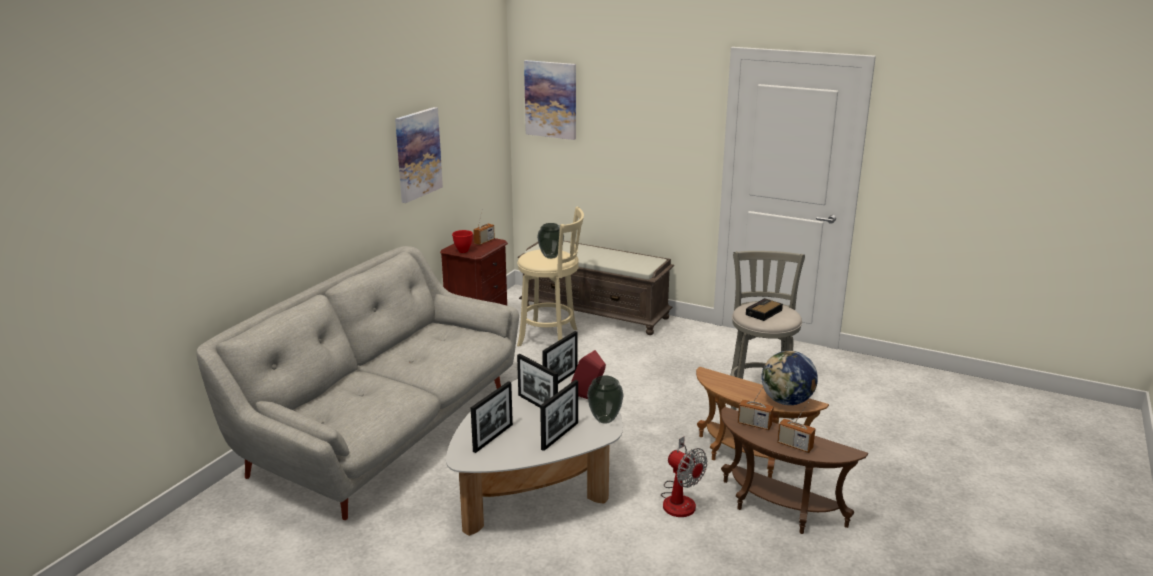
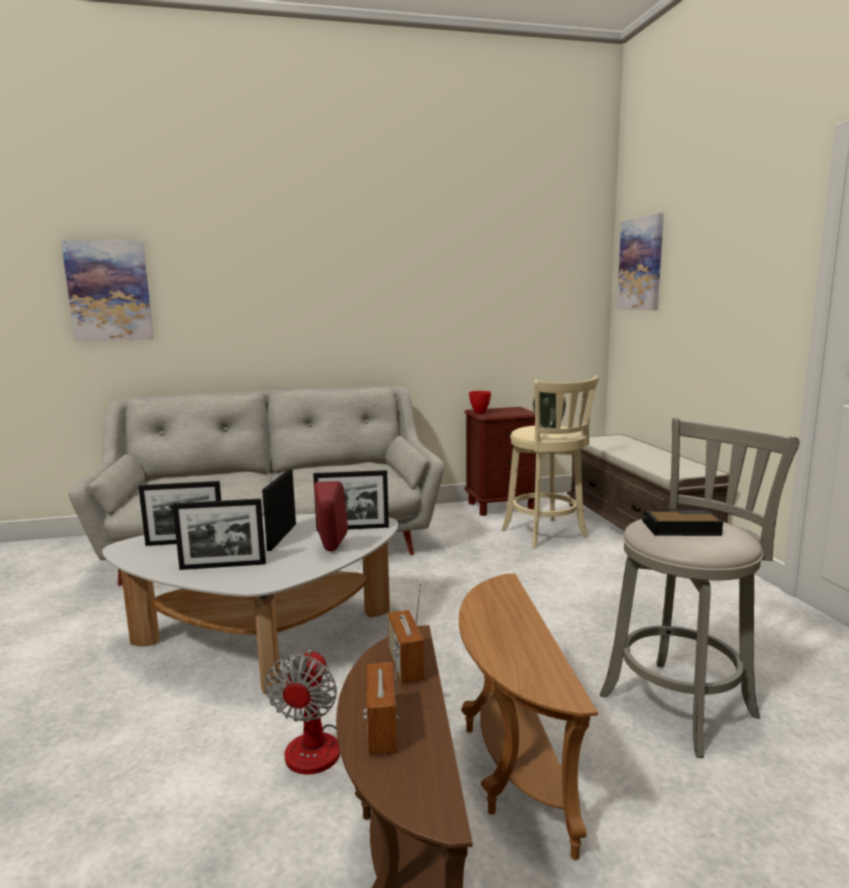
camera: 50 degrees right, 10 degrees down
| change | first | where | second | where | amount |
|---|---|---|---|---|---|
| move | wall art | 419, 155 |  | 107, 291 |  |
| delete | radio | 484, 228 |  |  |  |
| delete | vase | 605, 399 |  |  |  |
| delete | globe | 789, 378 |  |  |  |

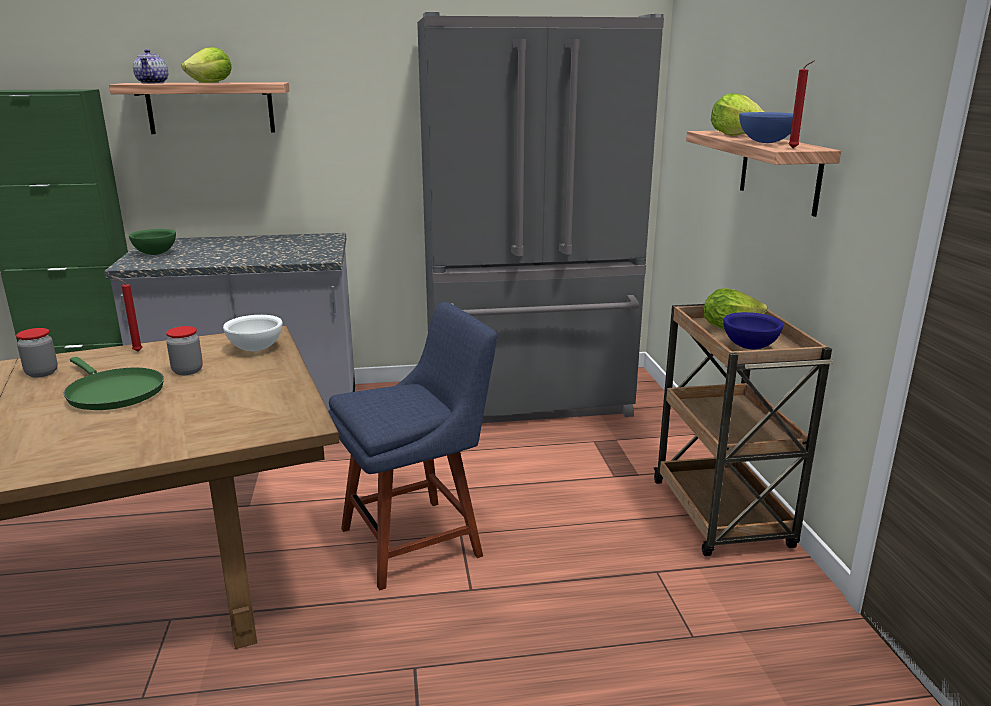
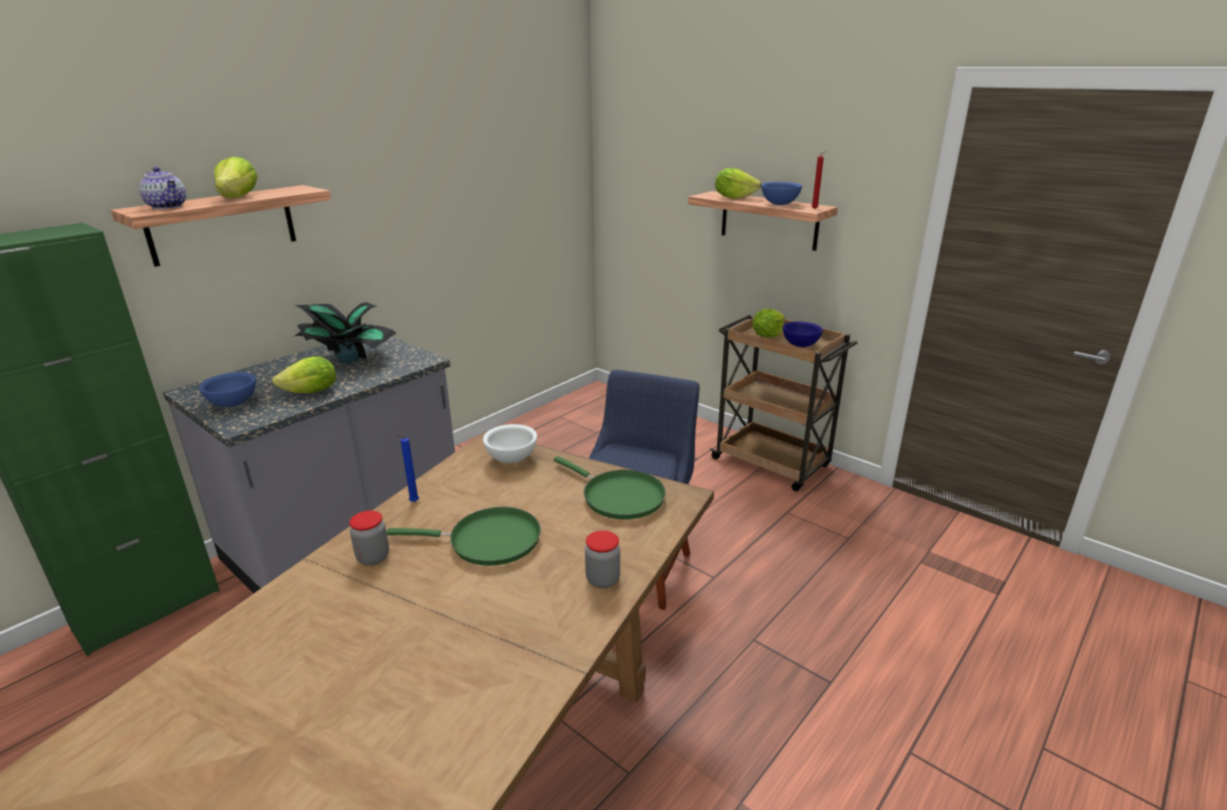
camera: 40 degrees left, 5 degrees up
| change | first | where | second | where | amount |
|---|---|---|---|---|---|
| recolor | red candle | 129, 314 | blue candle | 407, 468 |  |
| recolor | green deep dish | 152, 242 | blue deep dish | 227, 389 |  |
| move | jar | 184, 350 |  | 602, 559 |  |
| delete | grey fridge | 540, 217 |  |  |  |
| insert |  |  | lettuce | 304, 374 |  |
| insert |  |  | plant in a pot | 344, 332 |  |
| insert |  |  | green skillet | 610, 488 |  |

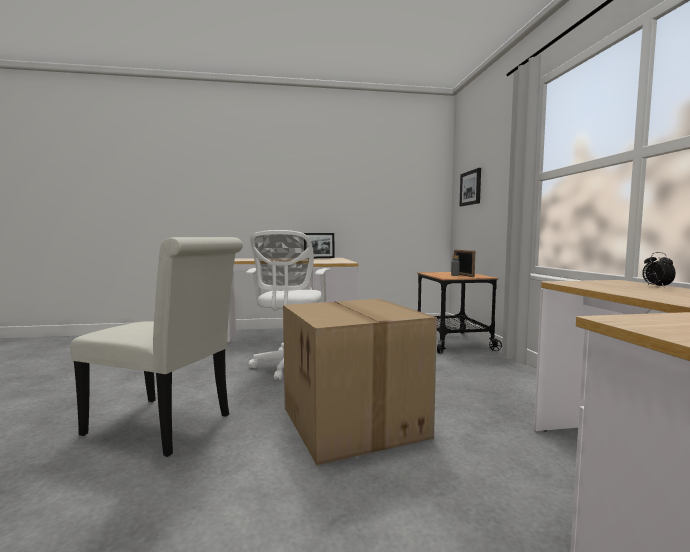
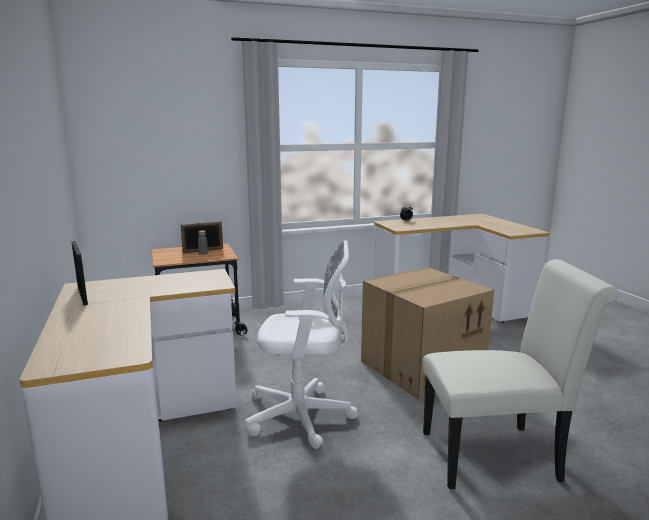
camera: 100 degrees left, 10 degrees up
| change | first | where | second | where | amount |
|---|---|---|---|---|---|
| rotate | whitish chair | 156, 347 |  | 521, 374 | 75 degrees clockwise |
| delete | wall art | 470, 187 |  |  |  |

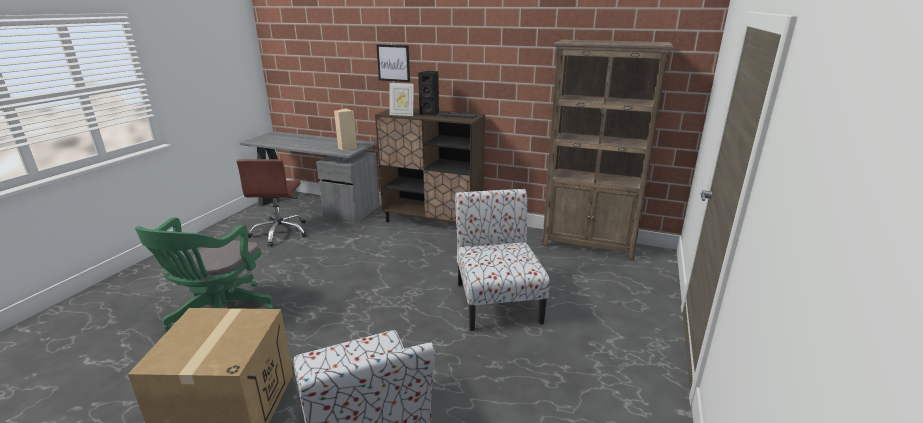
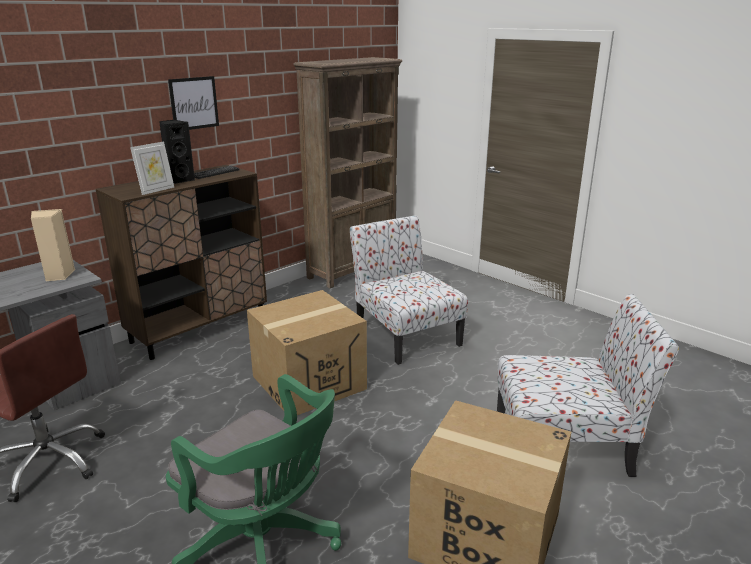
camera: 65 degrees left, 0 degrees up
| change | first | where | second | where | amount |
|---|---|---|---|---|---|
| move | wall art | 393, 63 |  | 193, 103 |  |
| rotate | chair | 502, 260 |  | 409, 290 | 45 degrees clockwise |
| insert |  |  | carton | 307, 352 |  |

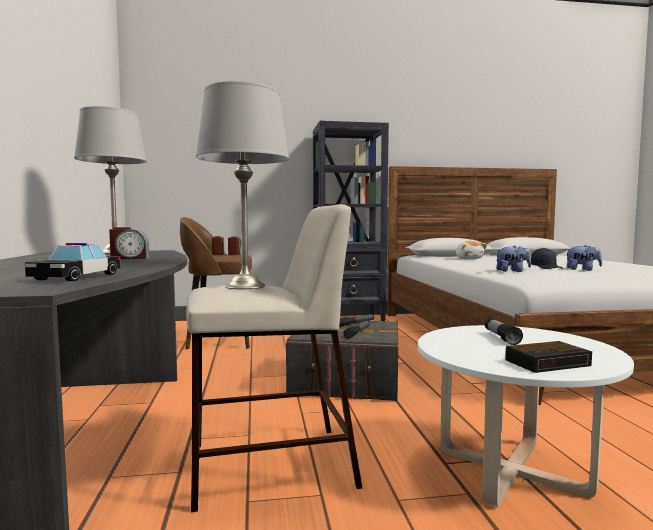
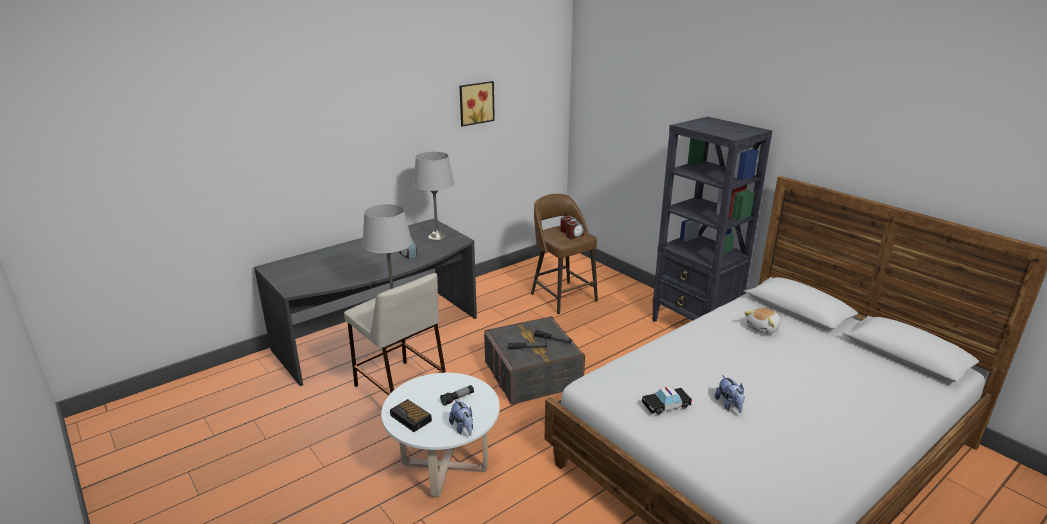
camera: 60 degrees right, 20 degrees up
| change | first | where | second | where | amount |
|---|---|---|---|---|---|
| move | model car | 73, 262 |  | 667, 401 |  |
| move | cuddly toy | 513, 259 |  | 461, 418 |  |
| delete | black cap | 547, 258 |  |  |  |
| insert |  |  | wall art | 477, 104 |  |

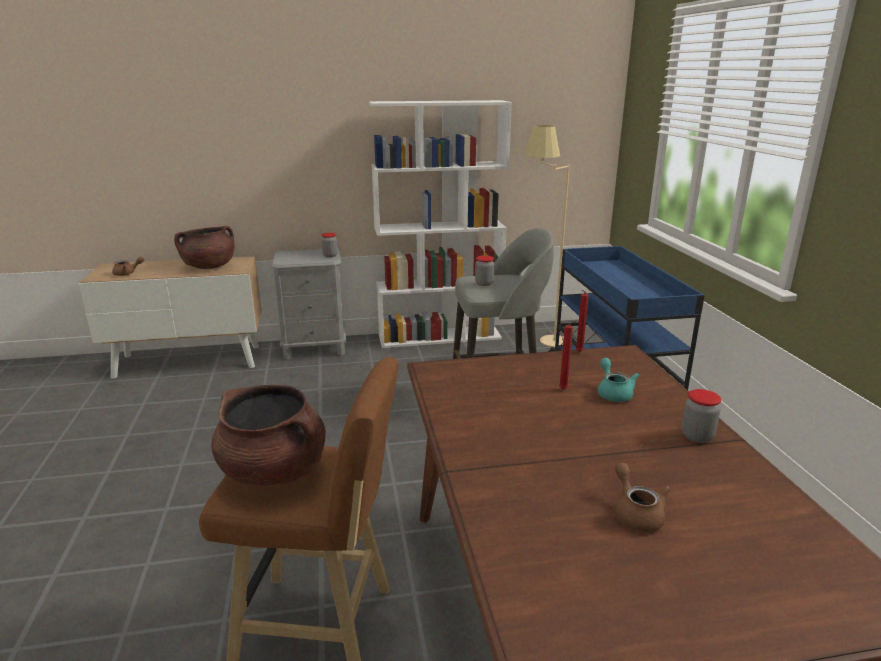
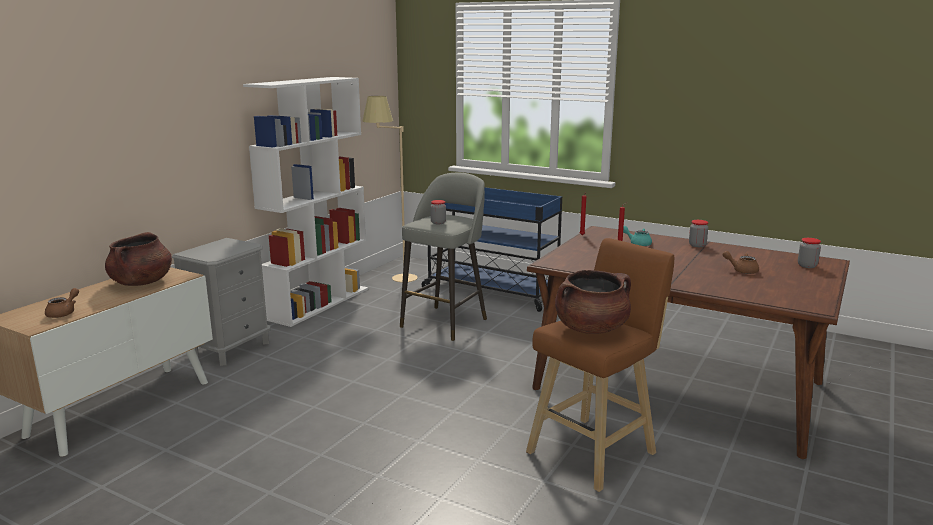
camera: 50 degrees left, 5 degrees down
| change | first | where | second | where | amount |
|---|---|---|---|---|---|
| move | jar | 329, 245 |  | 809, 253 |  |

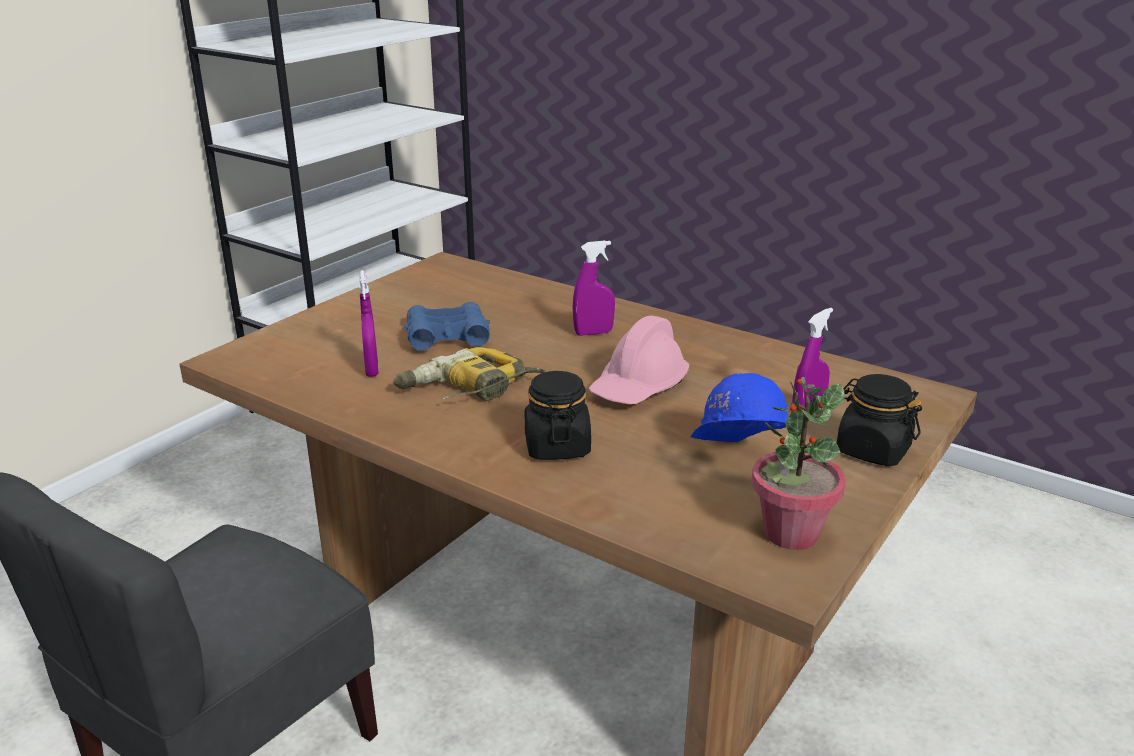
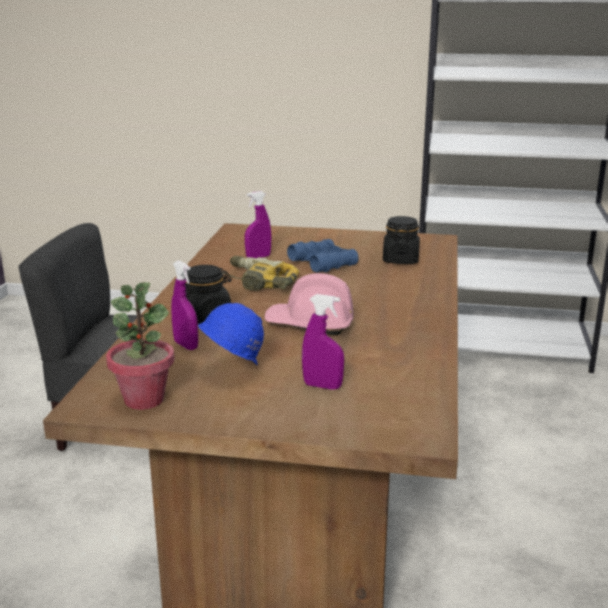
camera: 65 degrees right, 5 degrees down
| change | first | where | second | where | amount |
|---|---|---|---|---|---|
| move | purple sprayer | 593, 288 |  | 184, 305 |  |
| move | black jar | 879, 420 |  | 401, 240 |  |

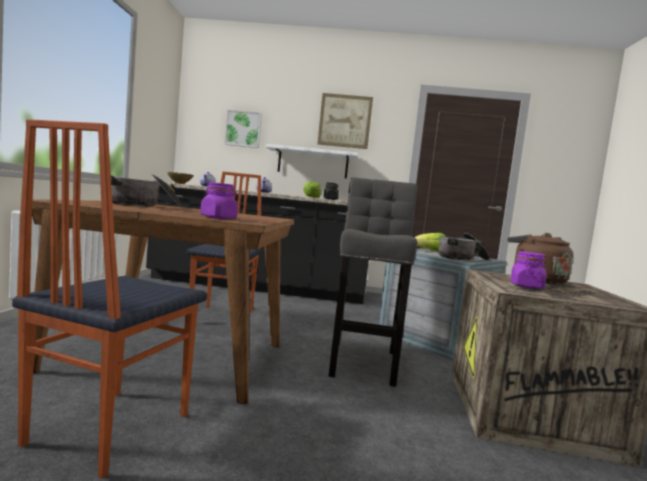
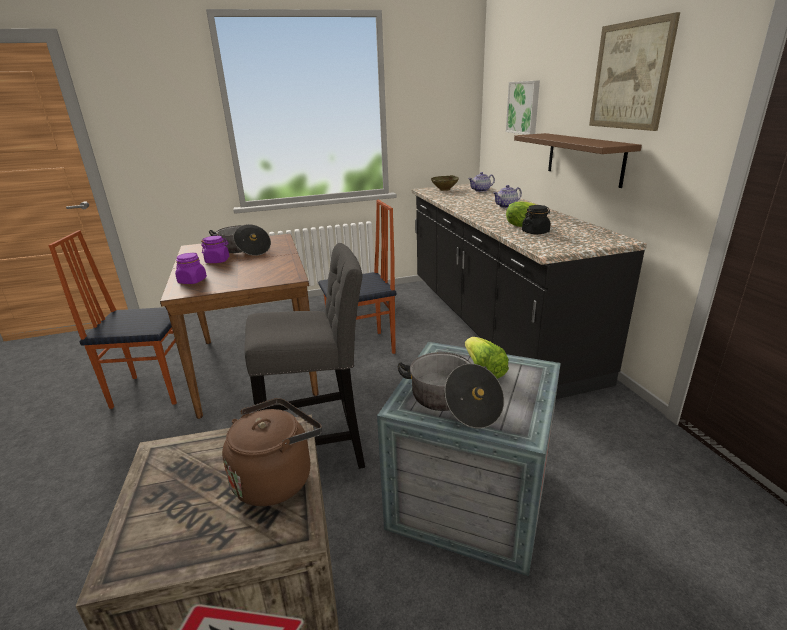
camera: 70 degrees right, 20 degrees up
| change | first | where | second | where | amount |
|---|---|---|---|---|---|
| recolor | whitish bracket shelf | 312, 161 | brown bracket shelf | 578, 160 |  |
| move | purple jar | 528, 269 |  | 215, 249 |  |

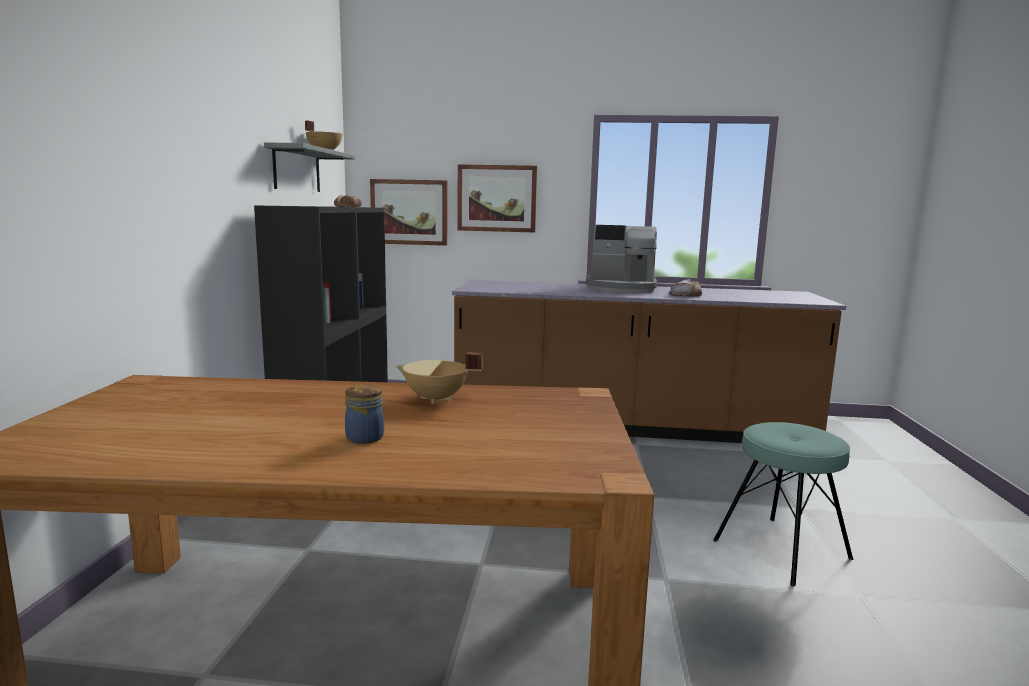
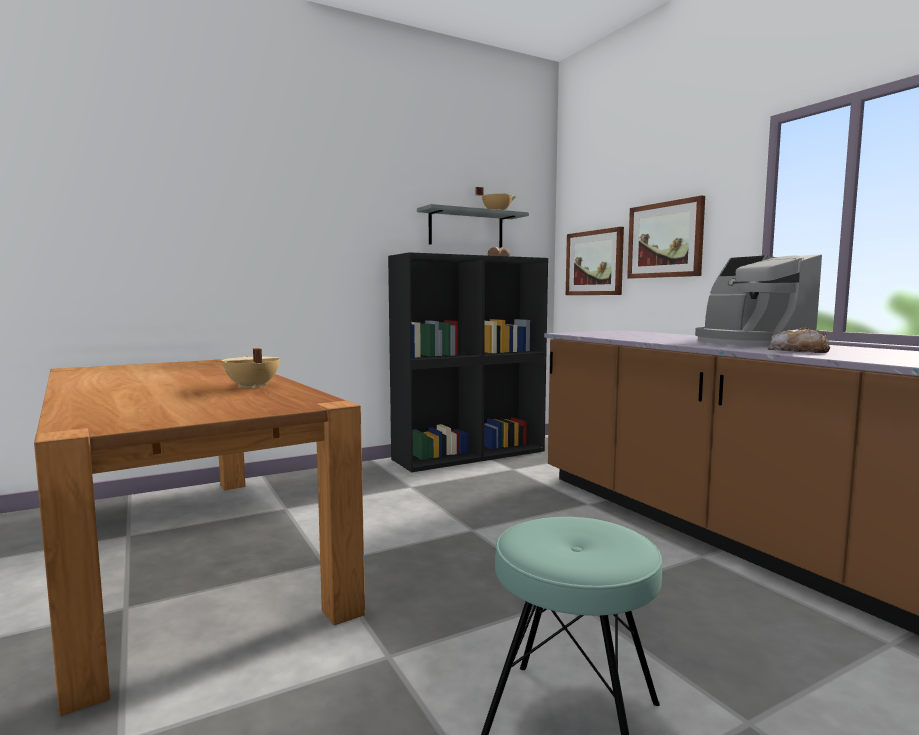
camera: 55 degrees right, 5 degrees down
| change | first | where | second | where | amount |
|---|---|---|---|---|---|
| delete | jar | 364, 414 |  |  |  |

